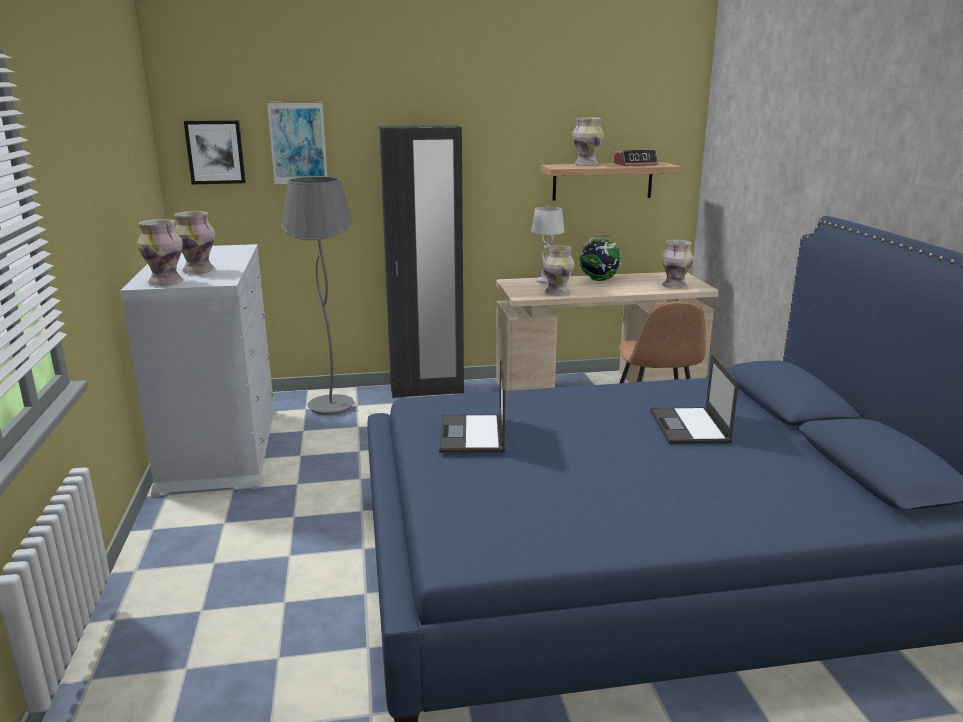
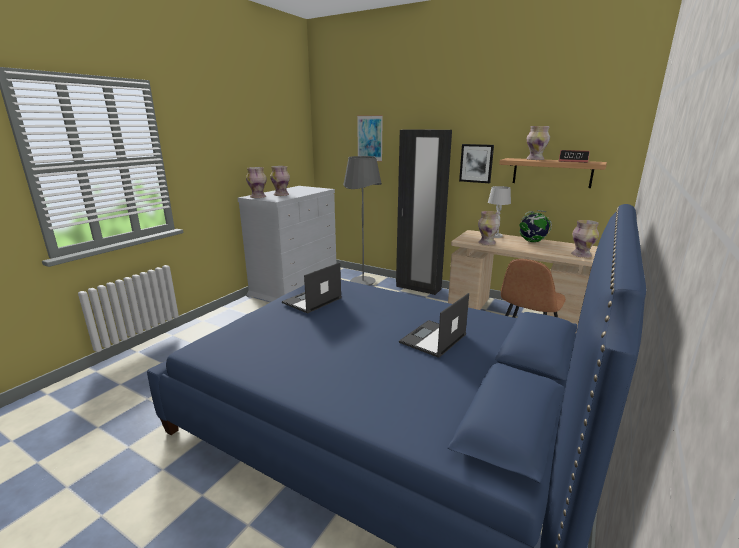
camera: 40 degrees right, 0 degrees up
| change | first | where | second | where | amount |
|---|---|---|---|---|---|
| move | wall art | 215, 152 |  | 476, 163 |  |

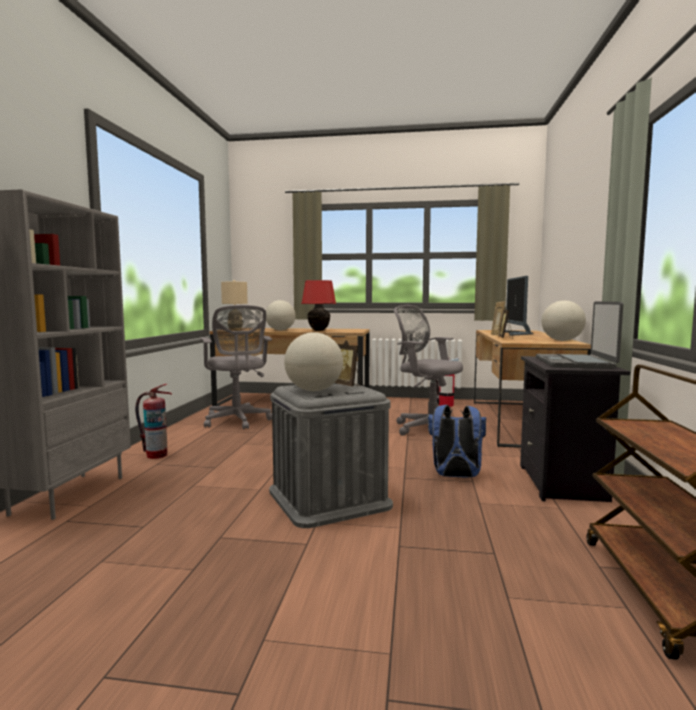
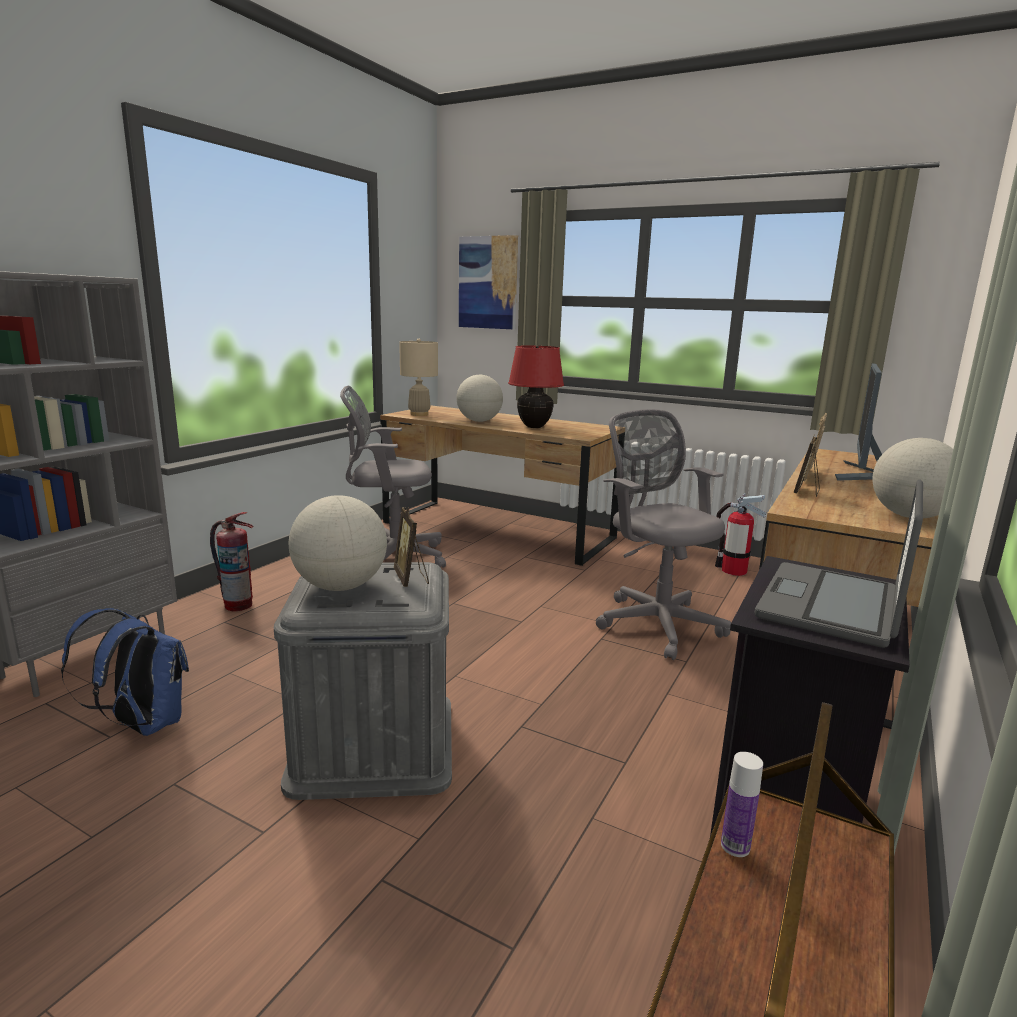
camera: 20 degrees right, 10 degrees up
| change | first | where | second | where | amount |
|---|---|---|---|---|---|
| rotate | grey desk chair | 236, 367 |  | 393, 476 | 90 degrees clockwise |
| move | blue backpack | 457, 441 |  | 125, 672 |  |
| insert |  |  | wall art | 488, 282 |  |
| insert |  |  | drink bottle | 742, 804 |  |

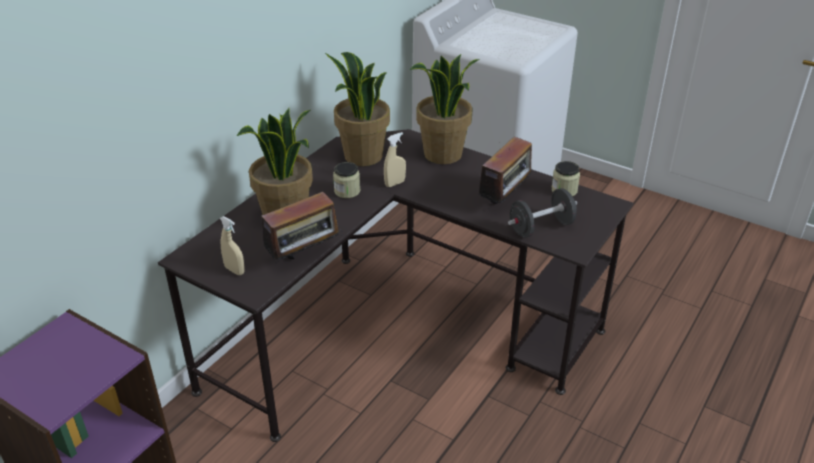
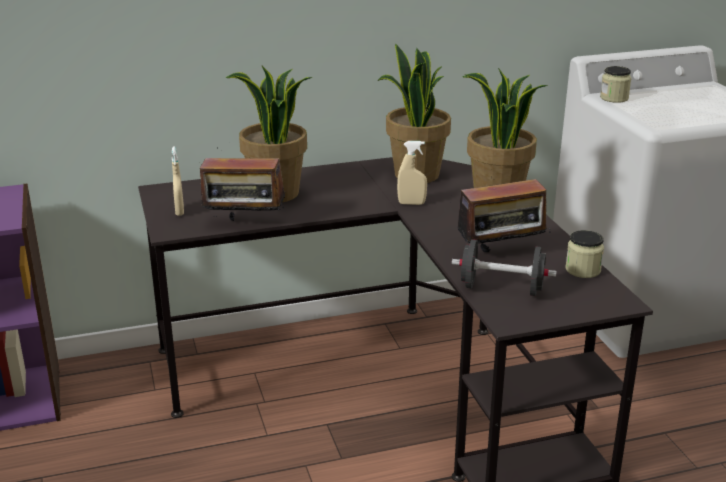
camera: 40 degrees right, 10 degrees down
| change | first | where | second | where | amount |
|---|---|---|---|---|---|
| move | jar | 346, 180 |  | 615, 84 |  |

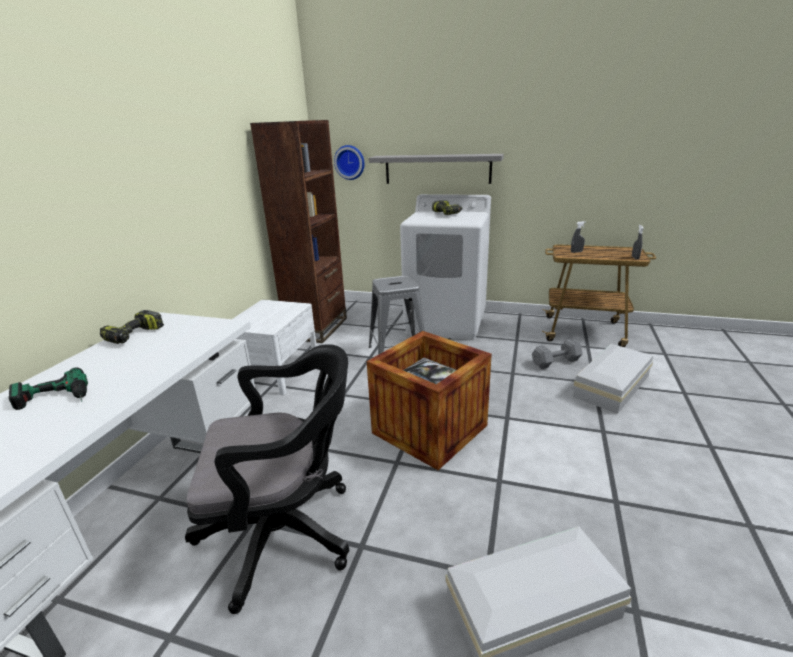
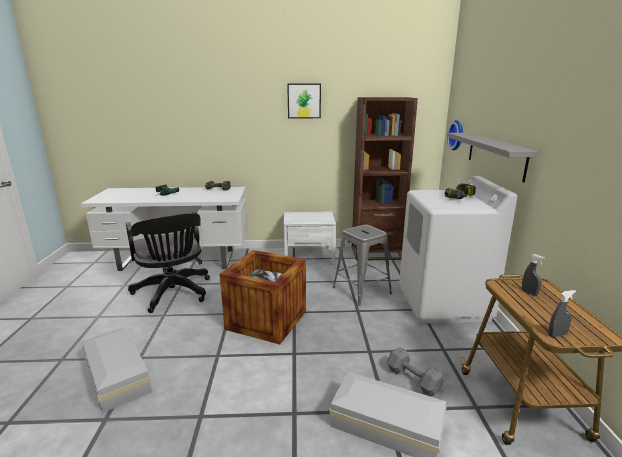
camera: 70 degrees right, 5 degrees down
| change | first | where | second | where | amount |
|---|---|---|---|---|---|
| insert |  |  | wall art | 304, 101 |  |

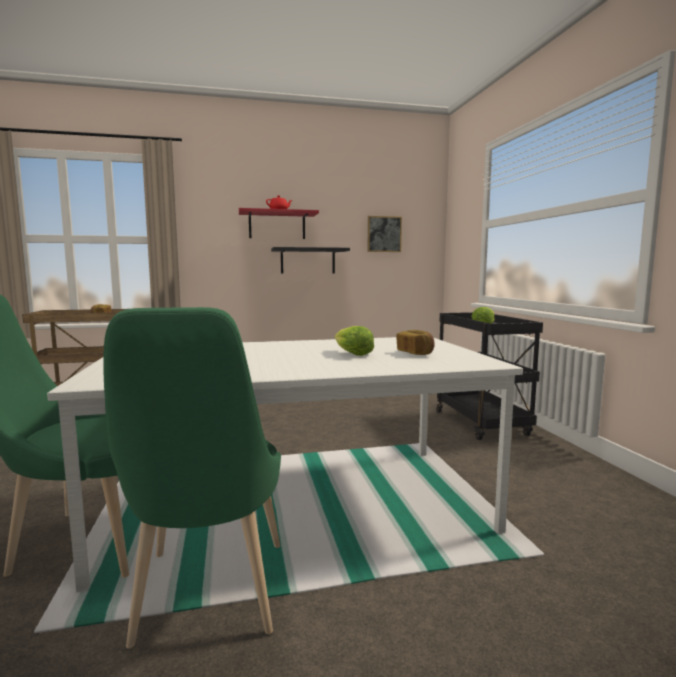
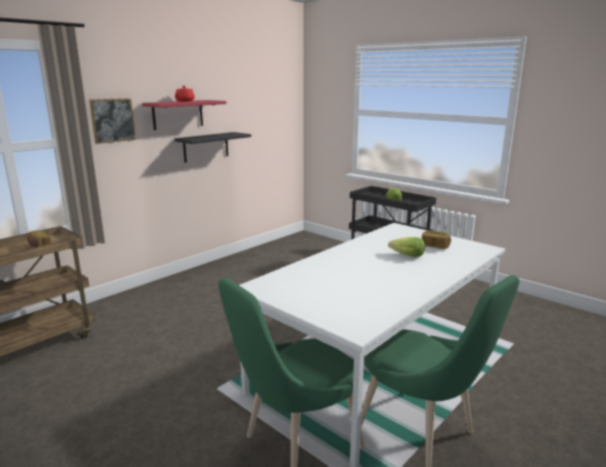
camera: 35 degrees left, 10 degrees up
| change | first | where | second | where | amount |
|---|---|---|---|---|---|
| move | wall art | 384, 234 |  | 112, 121 |  |

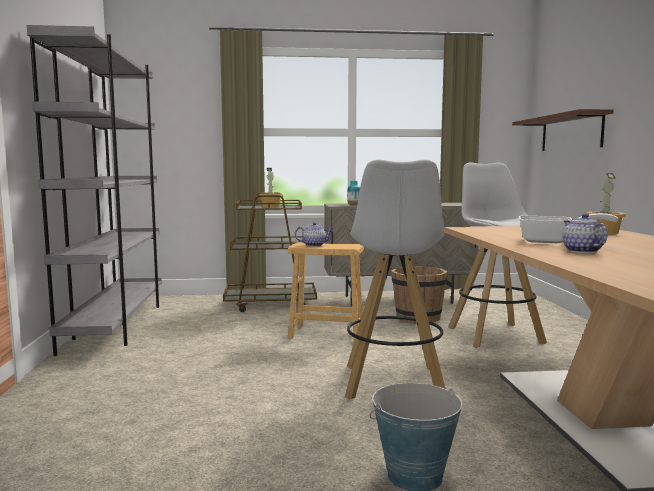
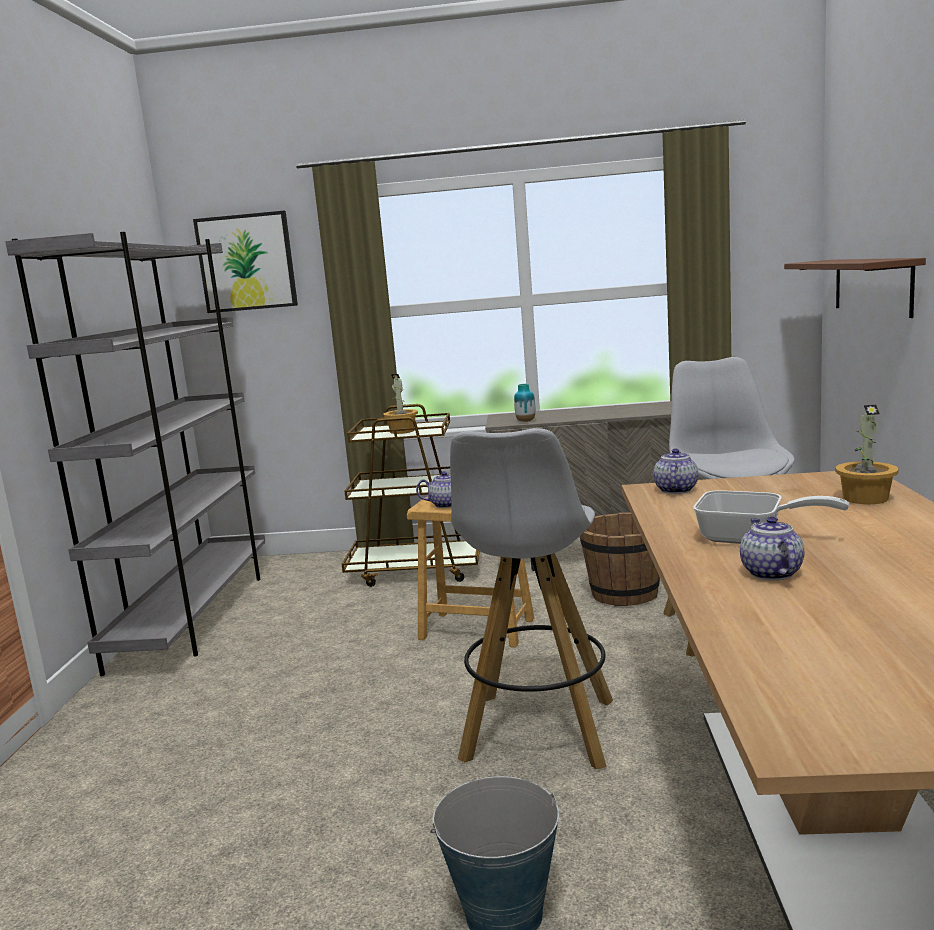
camera: 10 degrees right, 5 degrees up
| change | first | where | second | where | amount |
|---|---|---|---|---|---|
| insert |  |  | wall art | 245, 262 |  |
| insert |  |  | tea pot | 675, 471 |  |

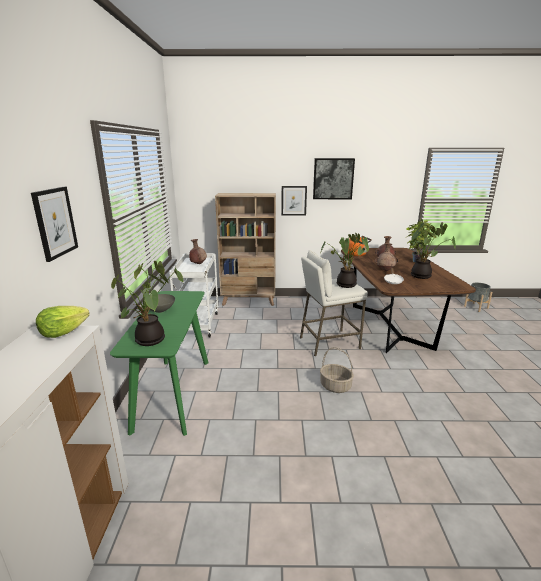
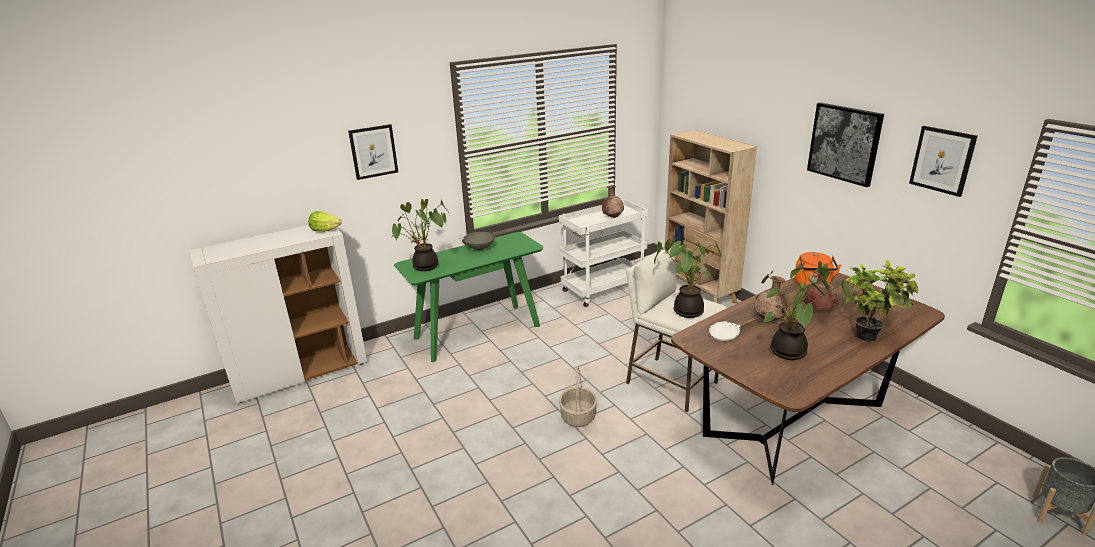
camera: 60 degrees right, 5 degrees up
| change | first | where | second | where | amount |
|---|---|---|---|---|---|
| move | wall art | 294, 201 |  | 943, 161 |  |

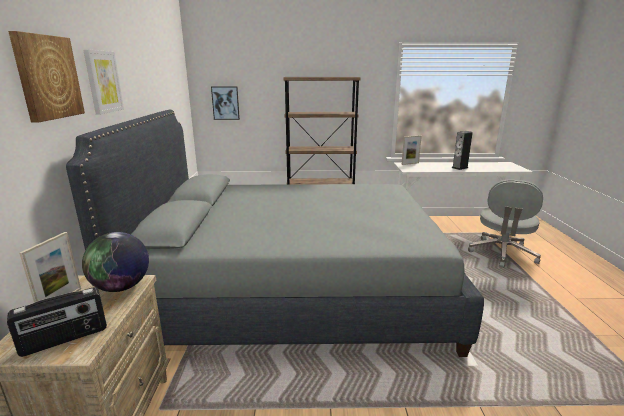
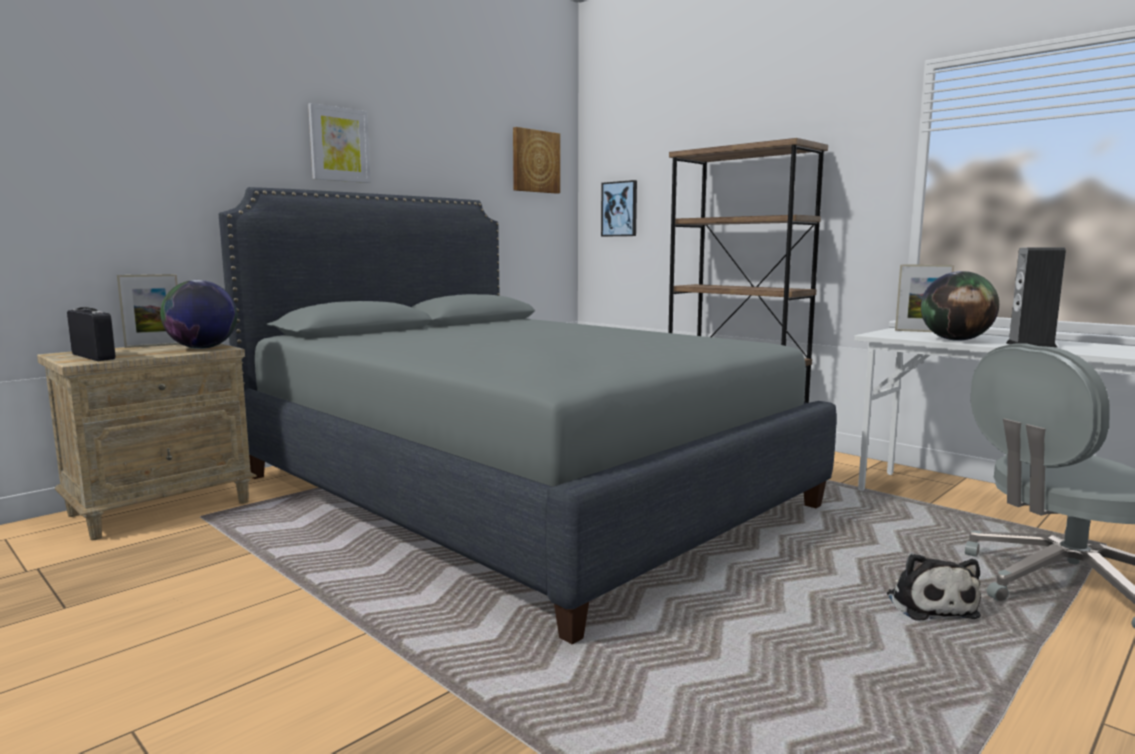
camera: 45 degrees right, 10 degrees down
| change | first | where | second | where | amount |
|---|---|---|---|---|---|
| rotate | radio | 57, 322 |  | 91, 334 | 150 degrees counterclockwise |
| move | wall art | 46, 77 |  | 536, 160 |  |
| insert |  |  | cuddly toy | 933, 586 |  |
| insert |  |  | globe | 960, 306 |  |

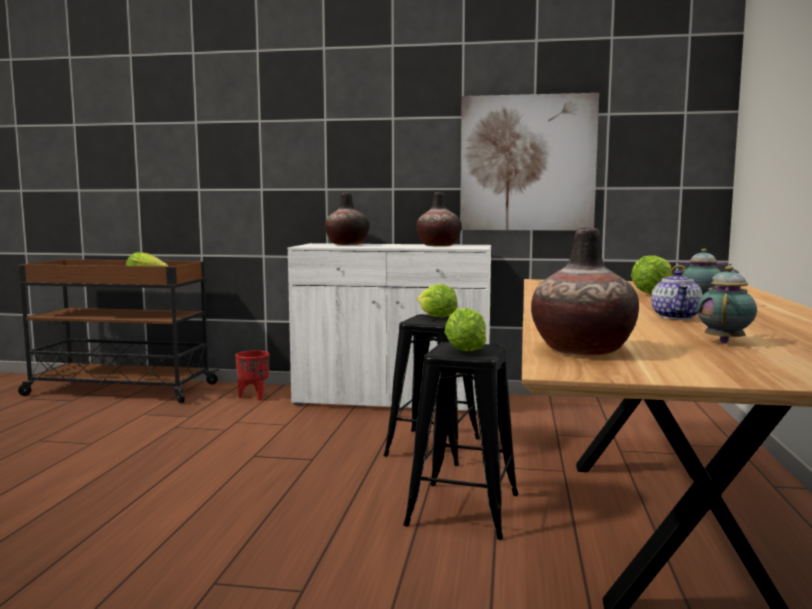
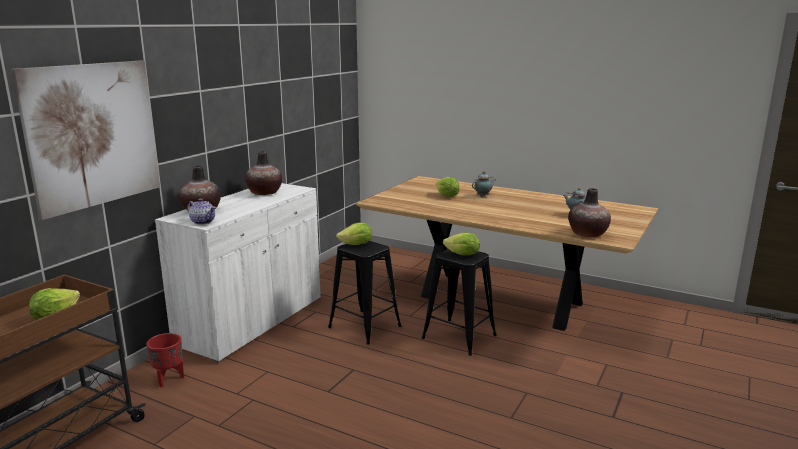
camera: 70 degrees left, 10 degrees up
| change | first | where | second | where | amount |
|---|---|---|---|---|---|
| move | wall art | 530, 162 |  | 85, 140 |  |
| move | tea pot | 677, 295 |  | 201, 212 |  |

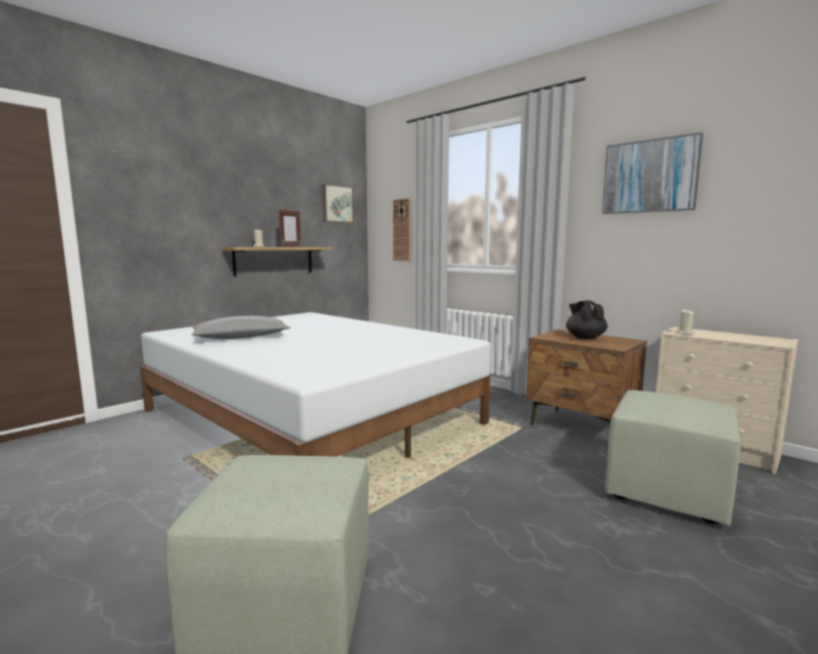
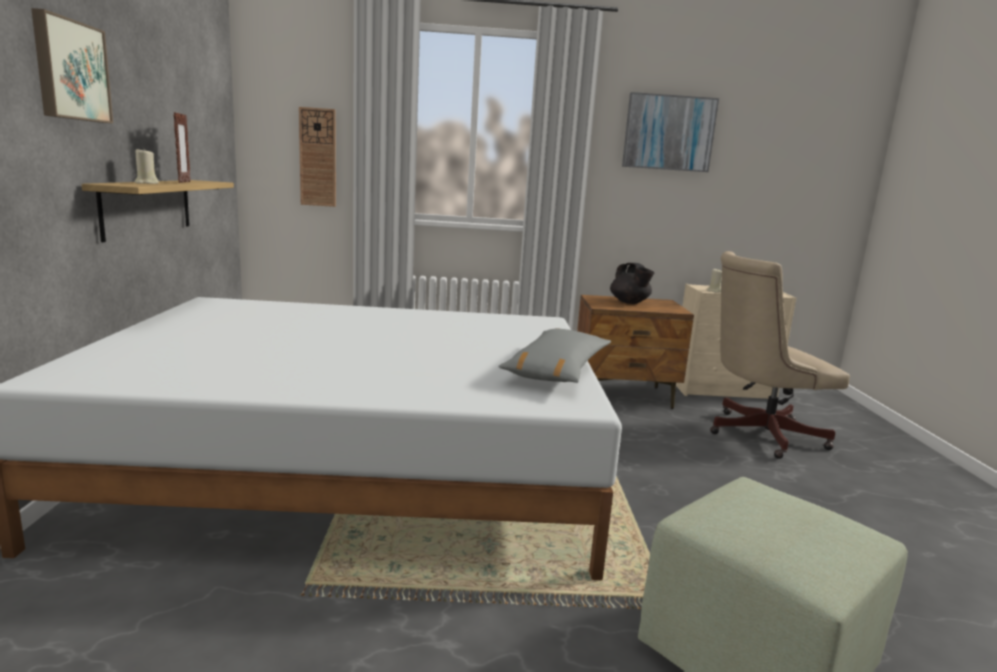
camera: 45 degrees left, 5 degrees up
| change | first | where | second | where | amount |
|---|---|---|---|---|---|
| move | grey pillow | 240, 327 |  | 554, 355 |  |
| move | wall art | 338, 203 |  | 72, 65 |  |
| rotate | black tea pot | 587, 320 |  | 632, 283 | 150 degrees counterclockwise |
| replace | green ottoman | 673, 458 | beige desk chair | 780, 355 |  |

